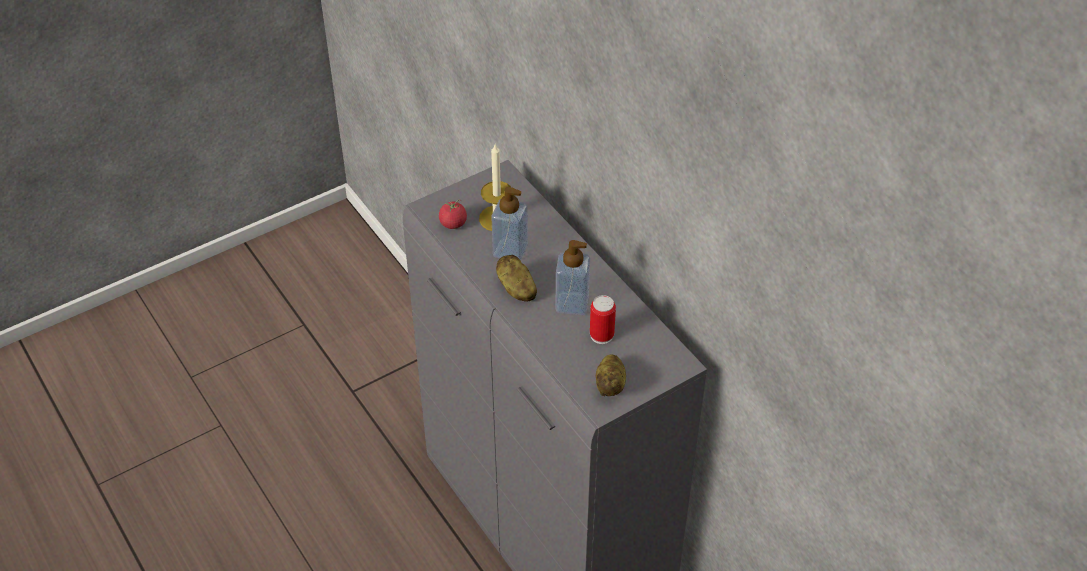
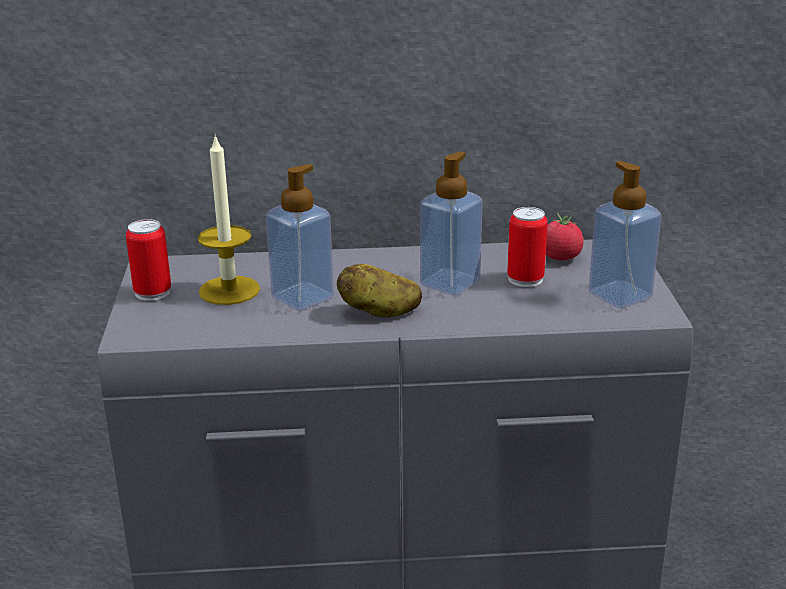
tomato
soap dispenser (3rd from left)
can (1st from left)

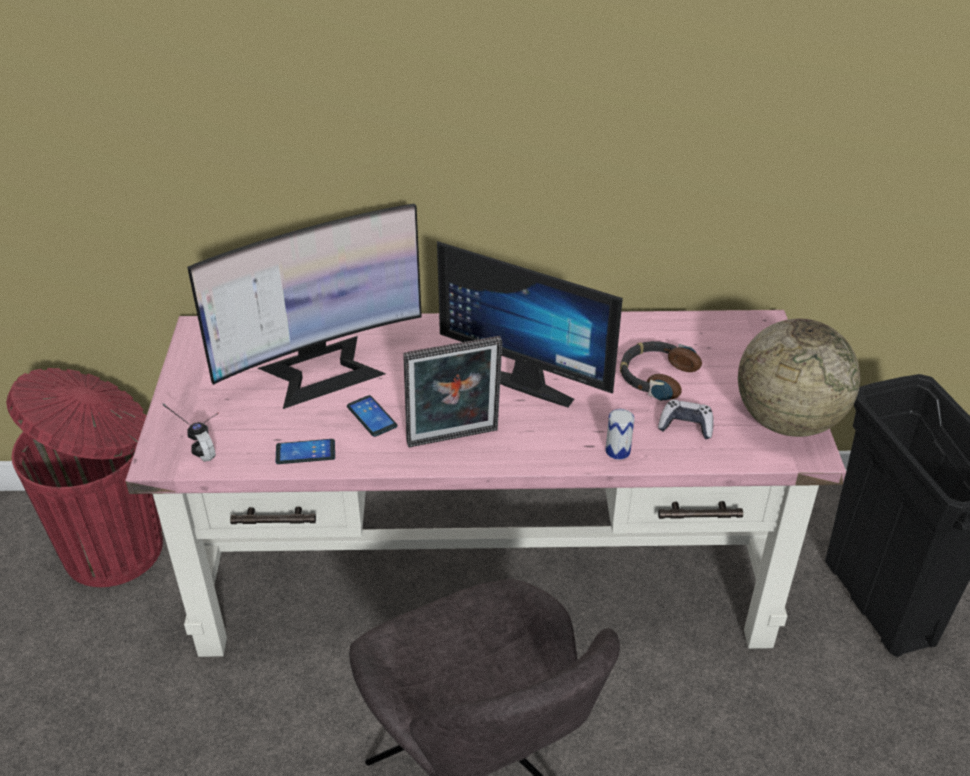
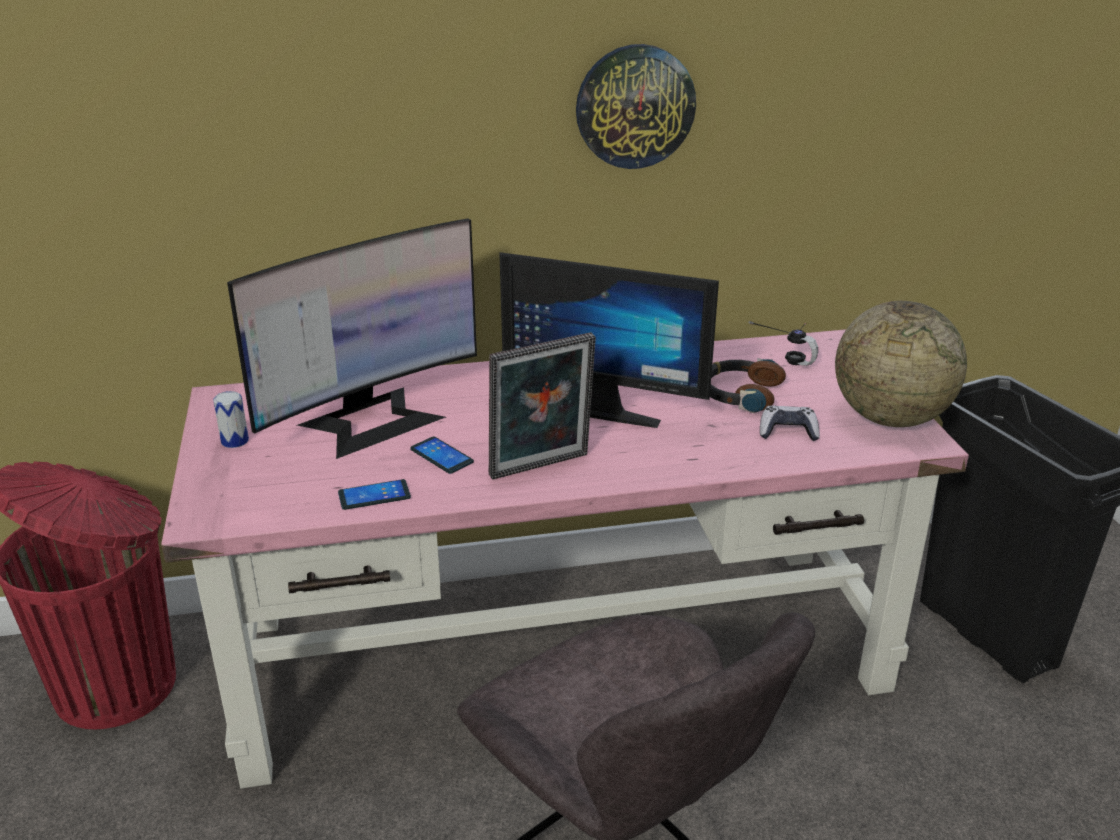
headphones (2nd from left)
can
wall clock

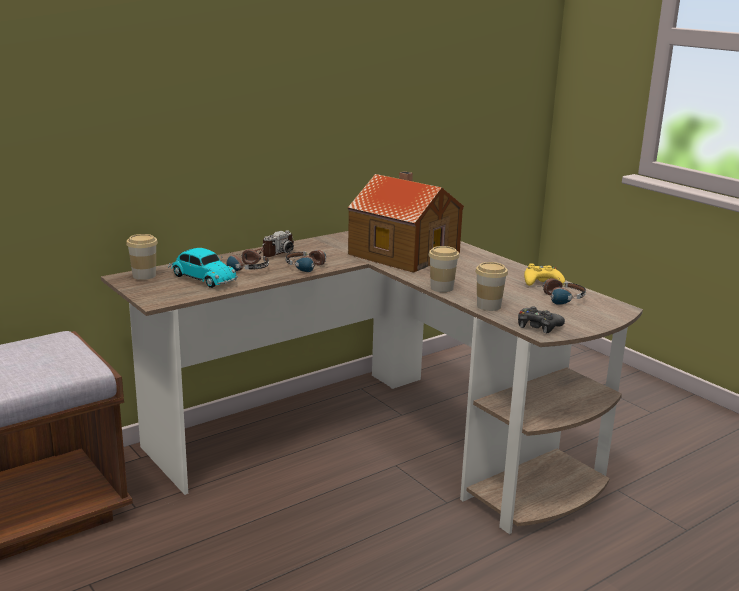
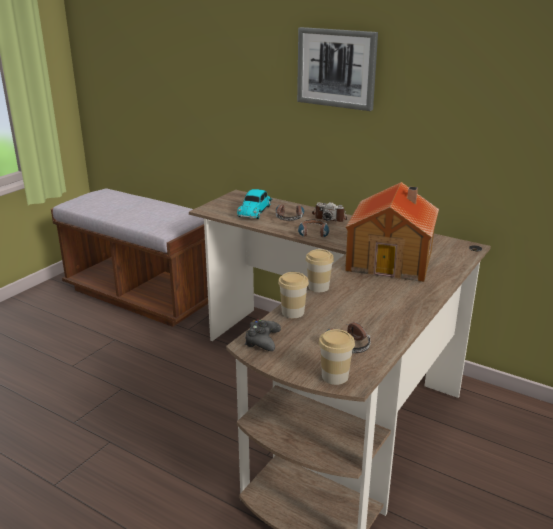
cup (3rd from left)
game controller (yellow)
picture

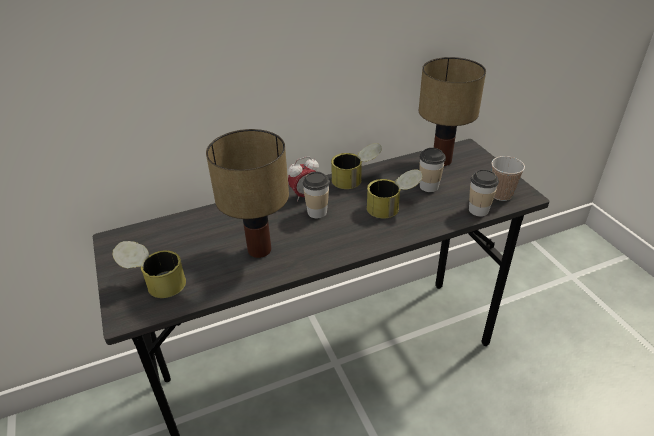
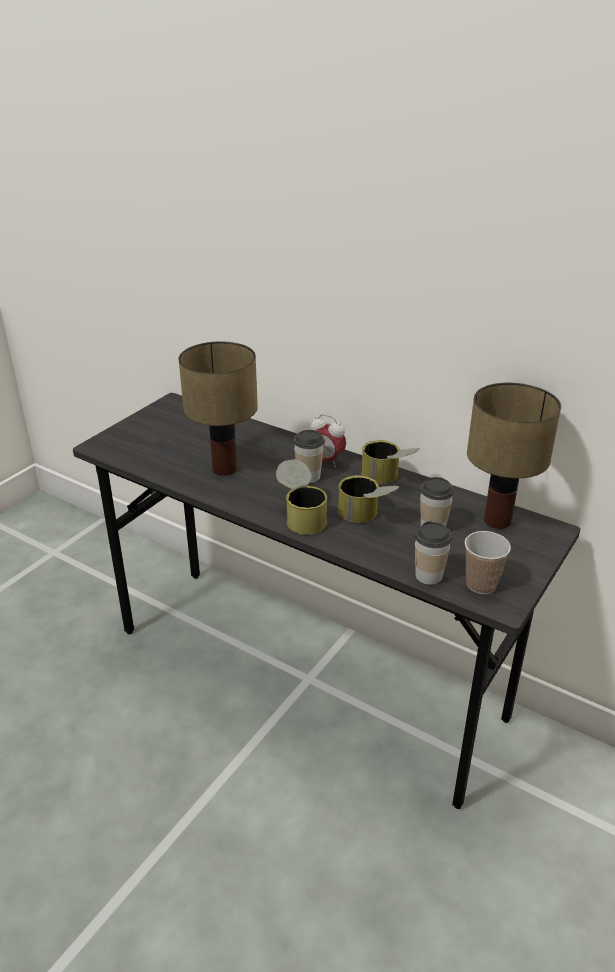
can (1st from left)

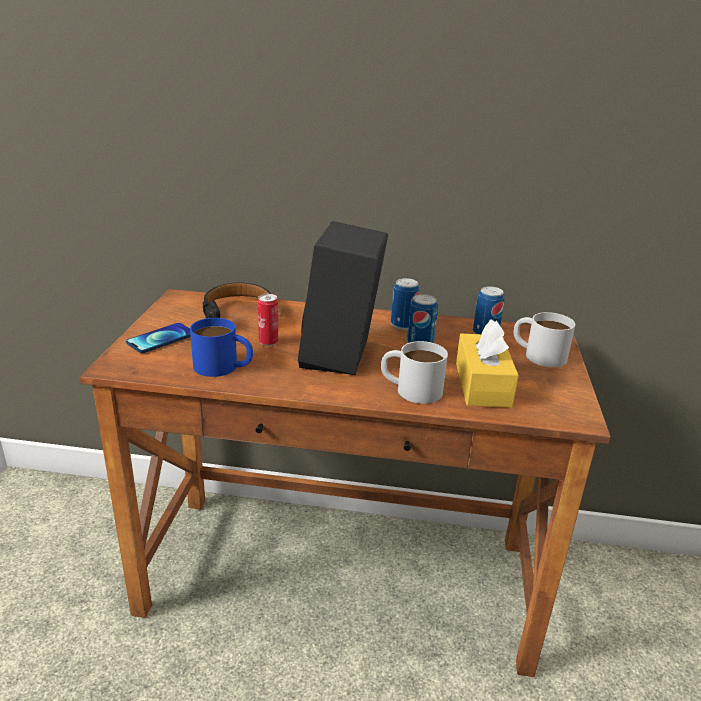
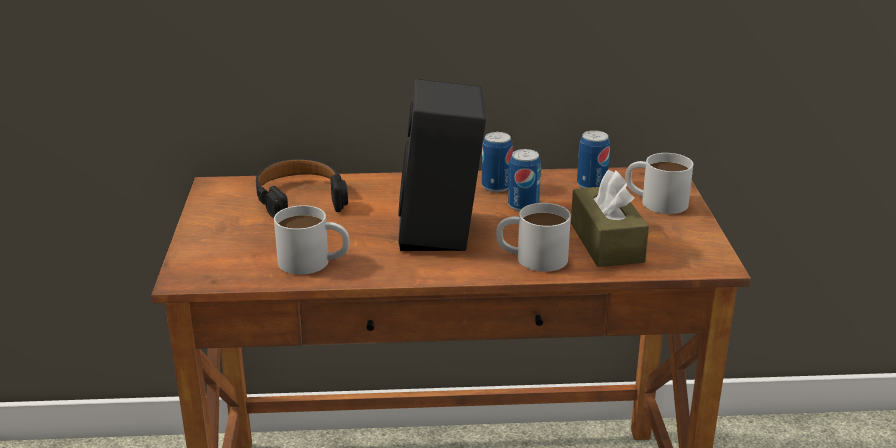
can (1st from left in the first image)
mug (white) (1st from left)
tissue box (brown)
phone

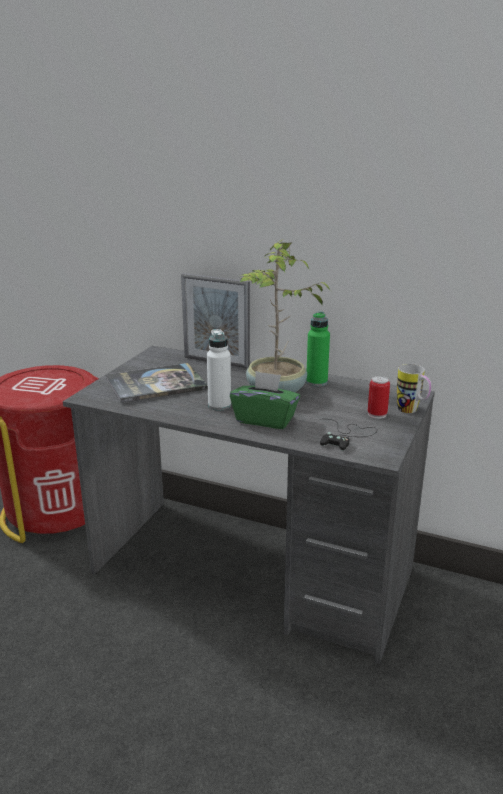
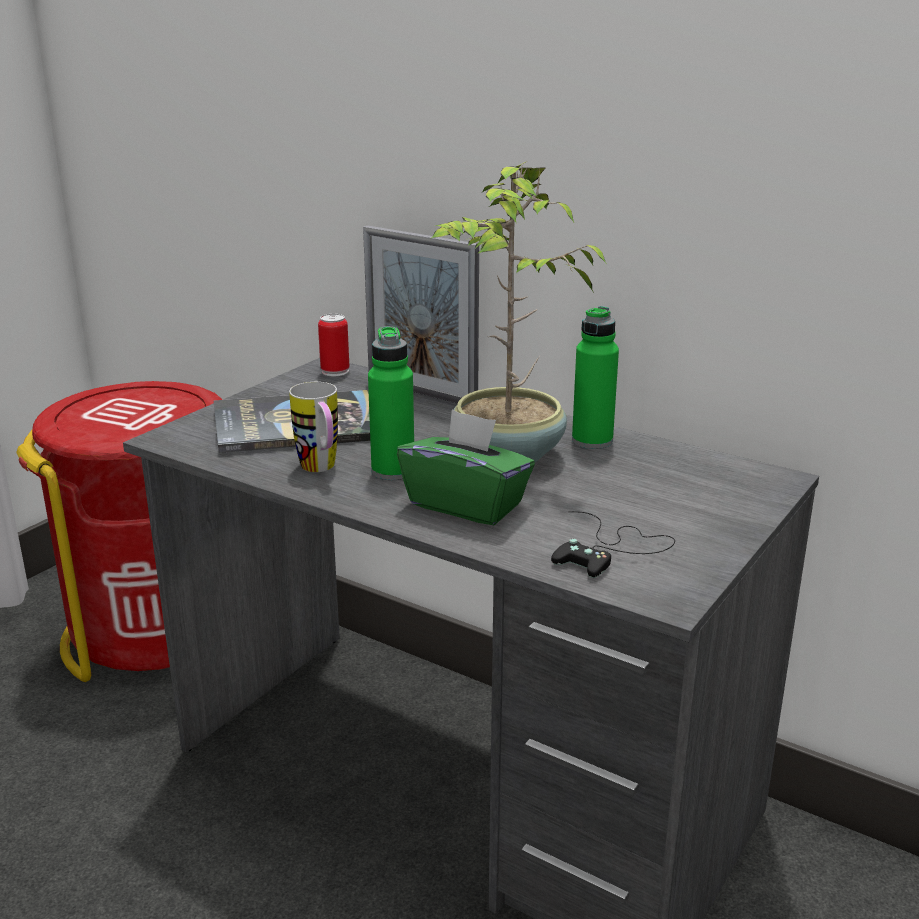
bottle (green) (1st from left)
mug
can

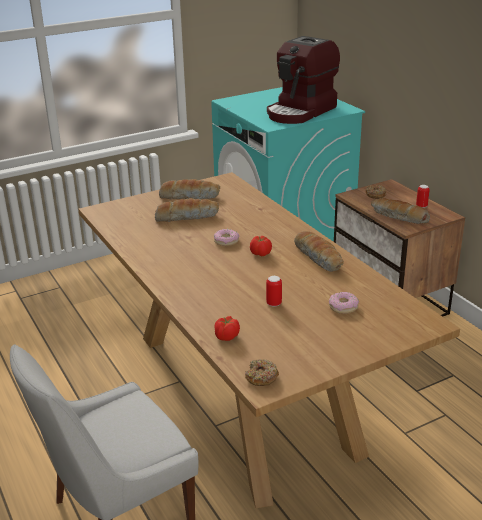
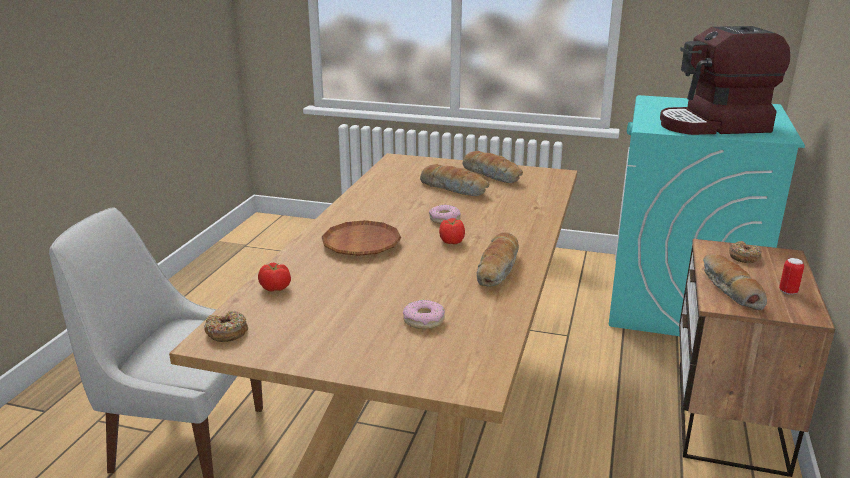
can (1st from left in the first image)
plate (brown)

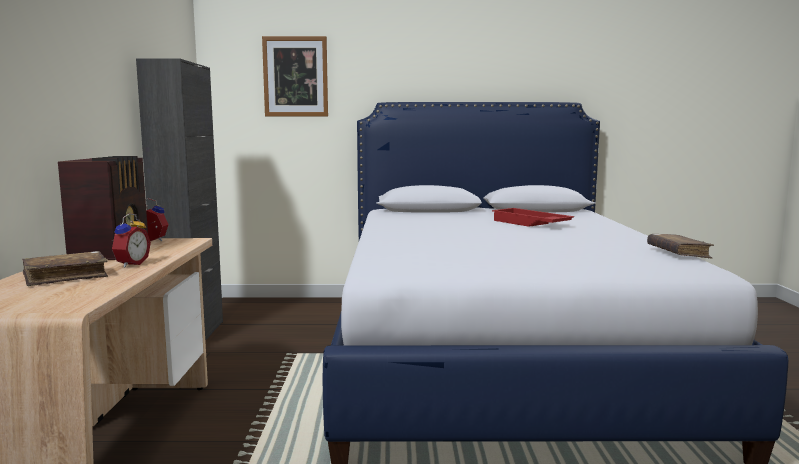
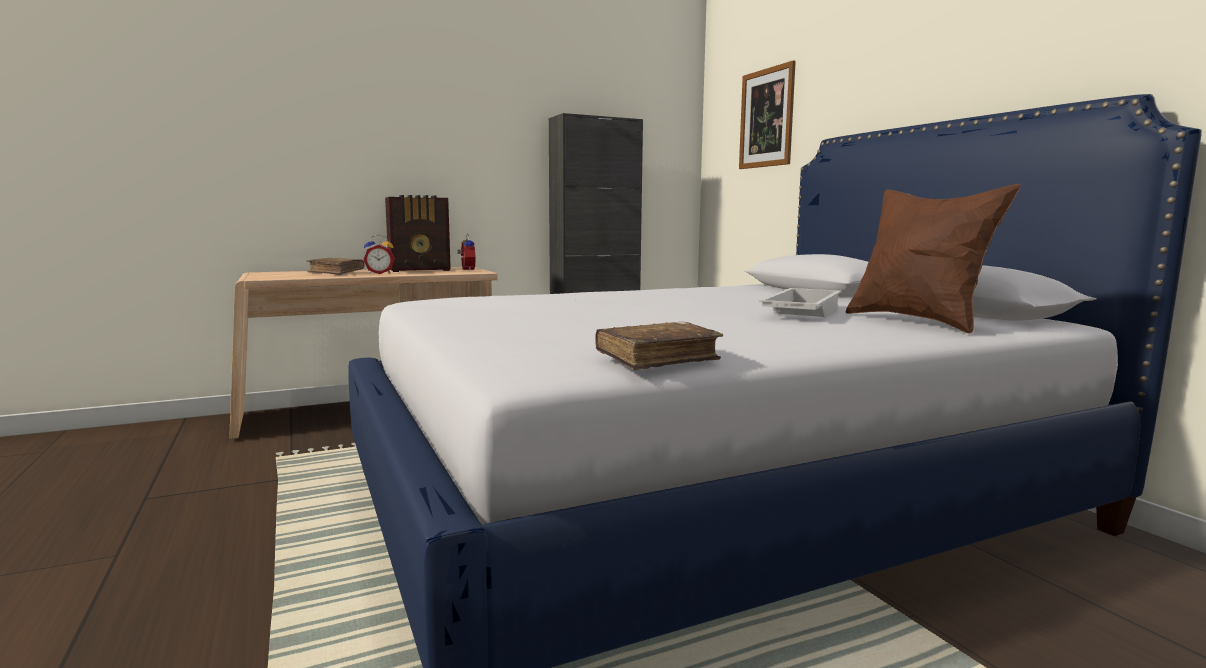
tray (white)
pillow (brown)

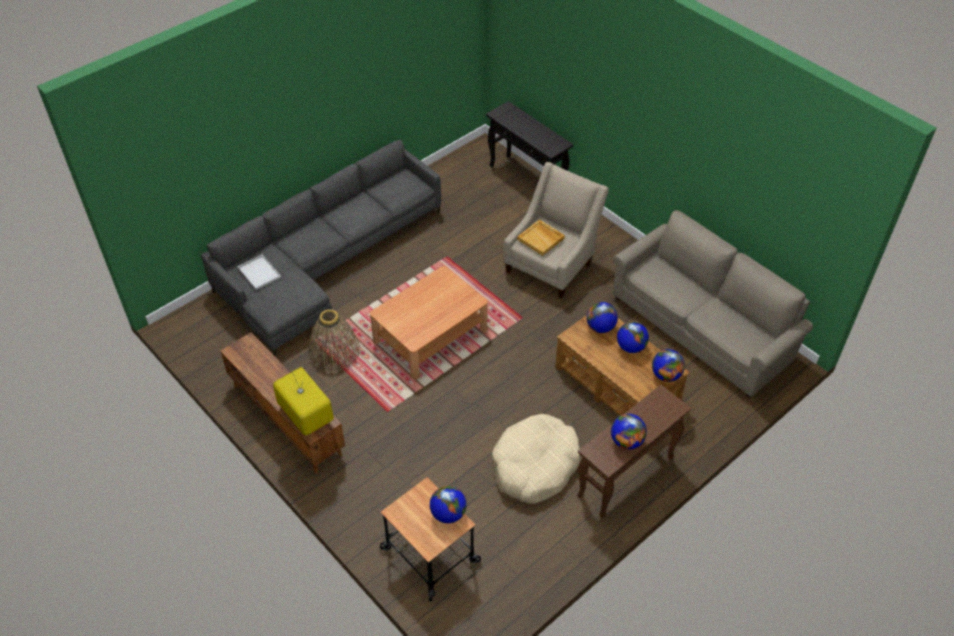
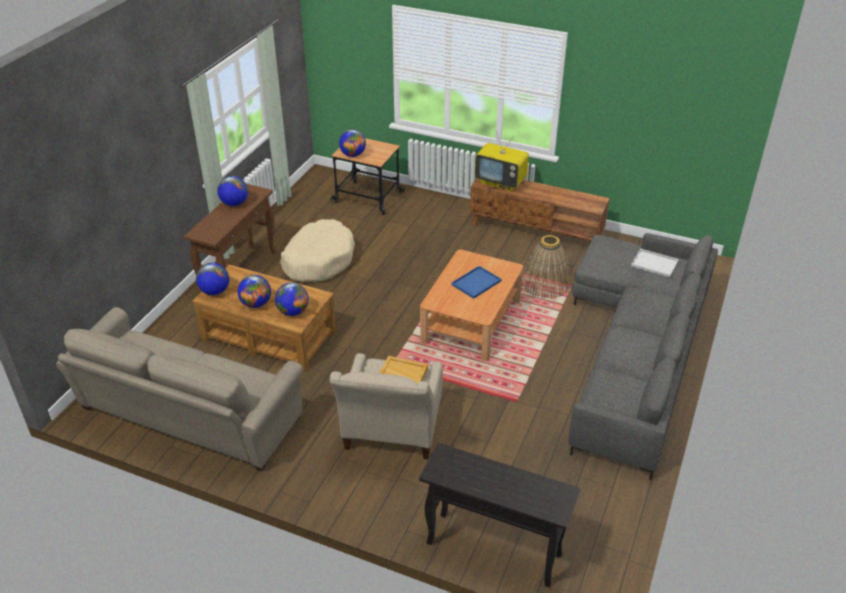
tray (blue)

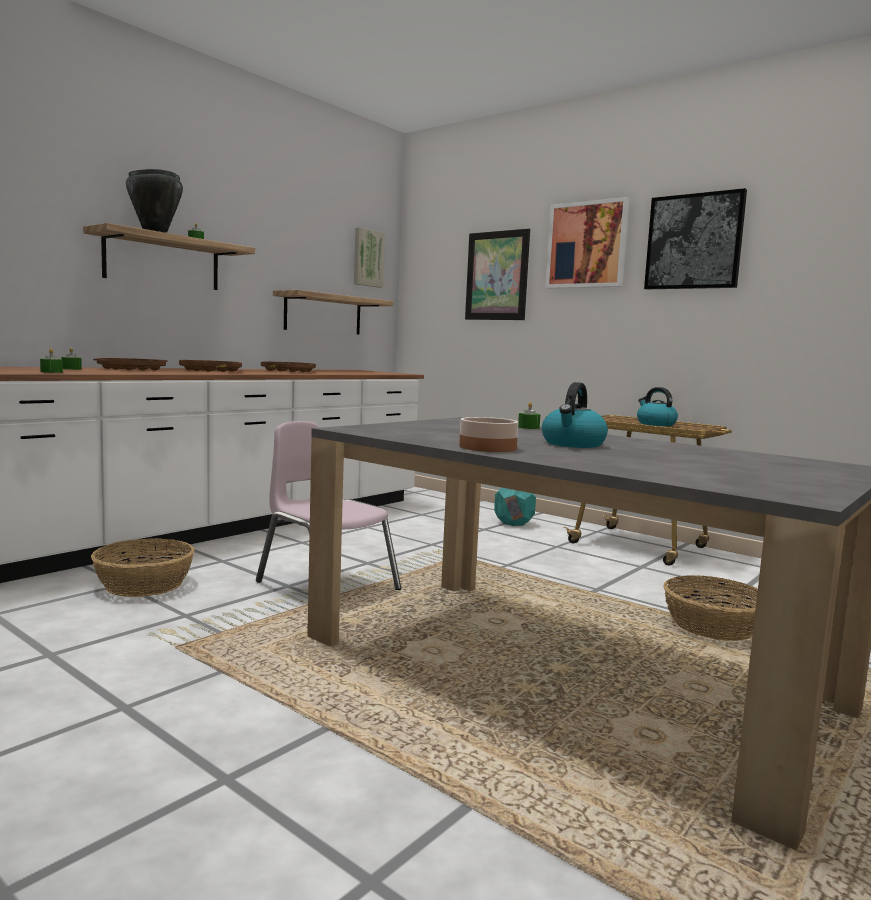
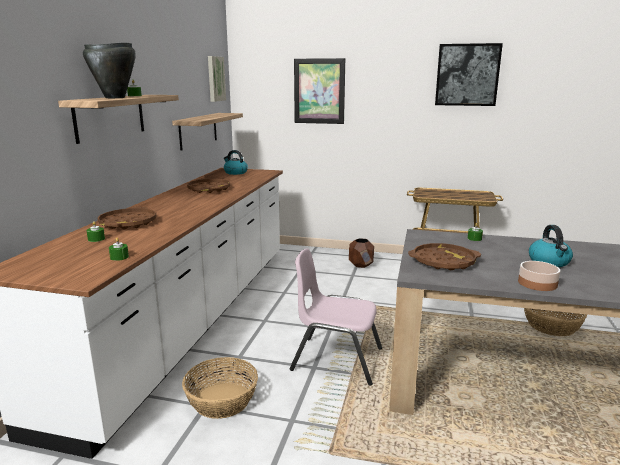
picture (3rd from left in the first image)
tray (brown) (3rd from left)
kettle (1st from left)
planter (brown)

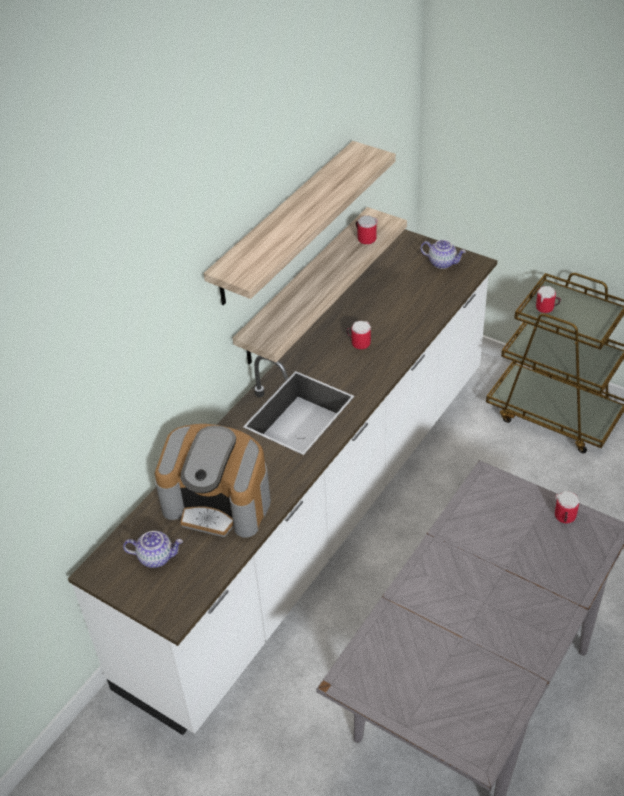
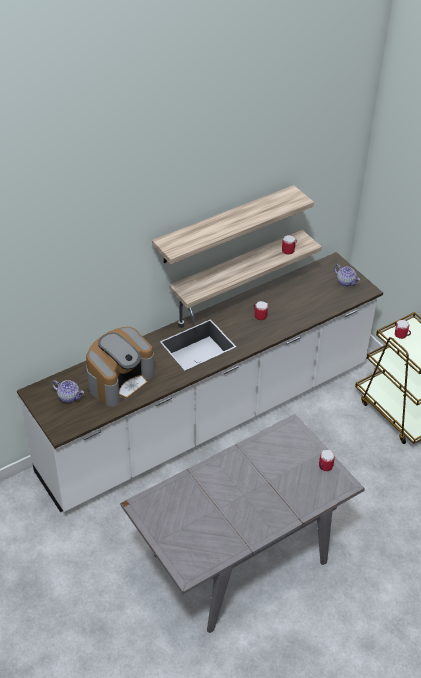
coffee machine

